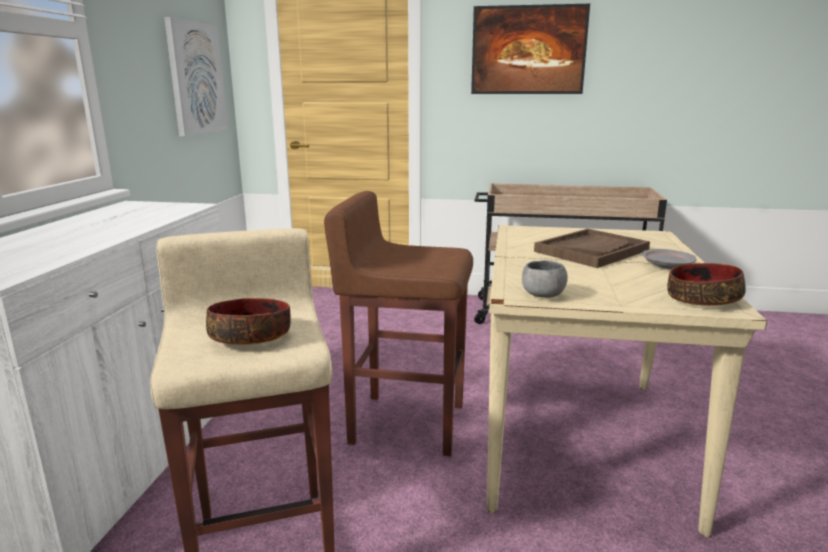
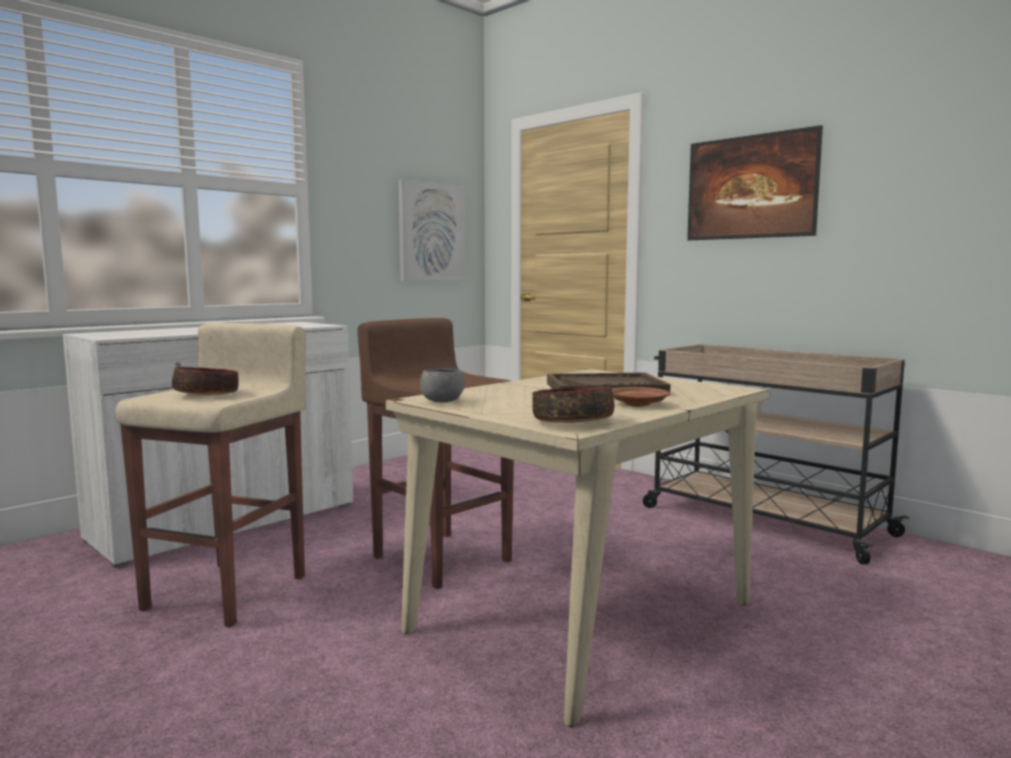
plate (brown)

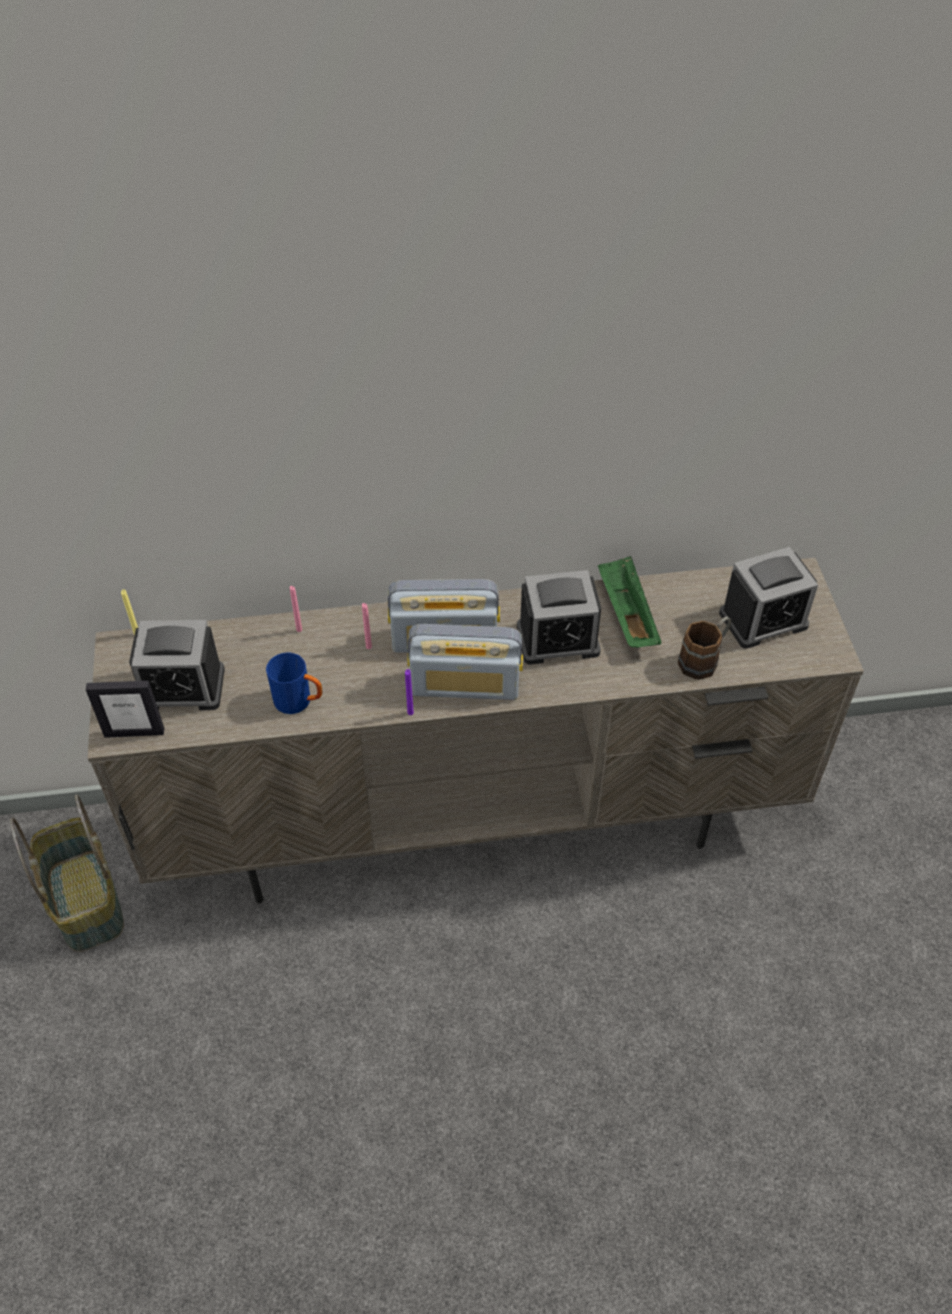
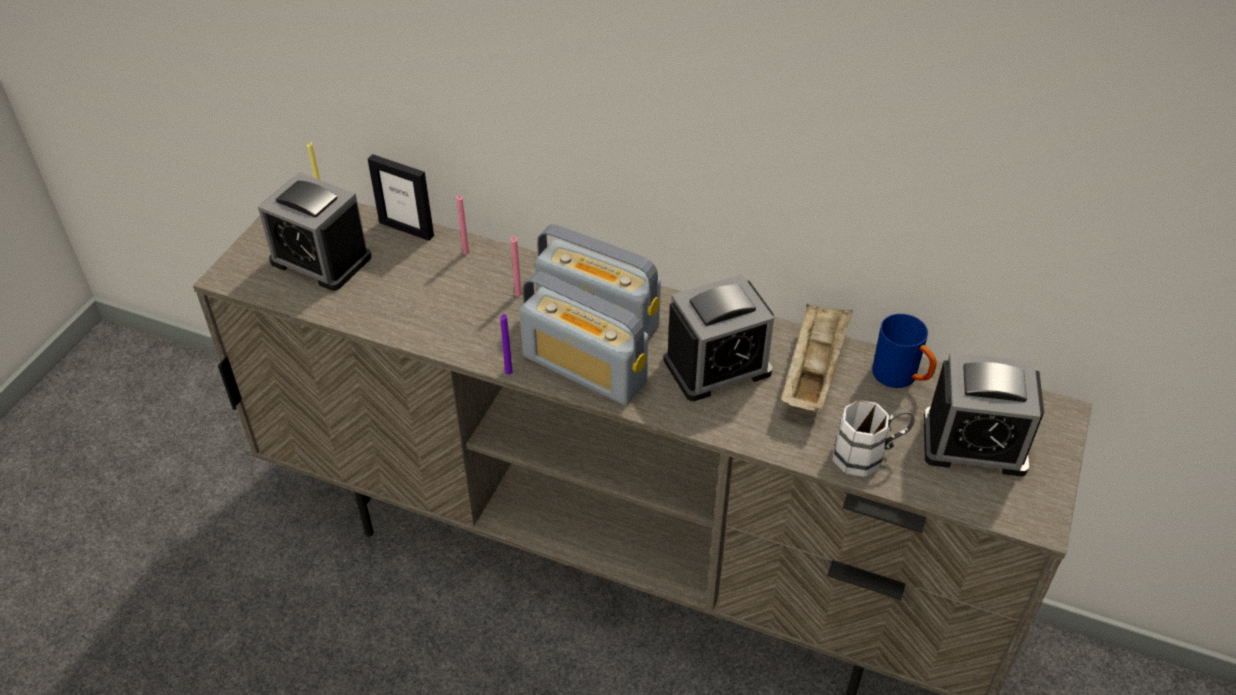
tray (beige)
alarm clock (2nd from left)
mug (white)
mug (blue)
picture frame
basket

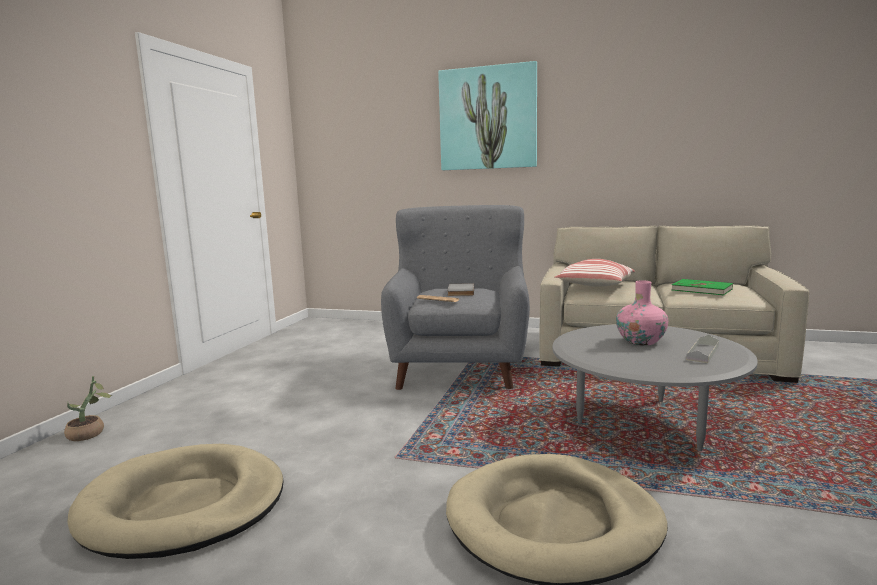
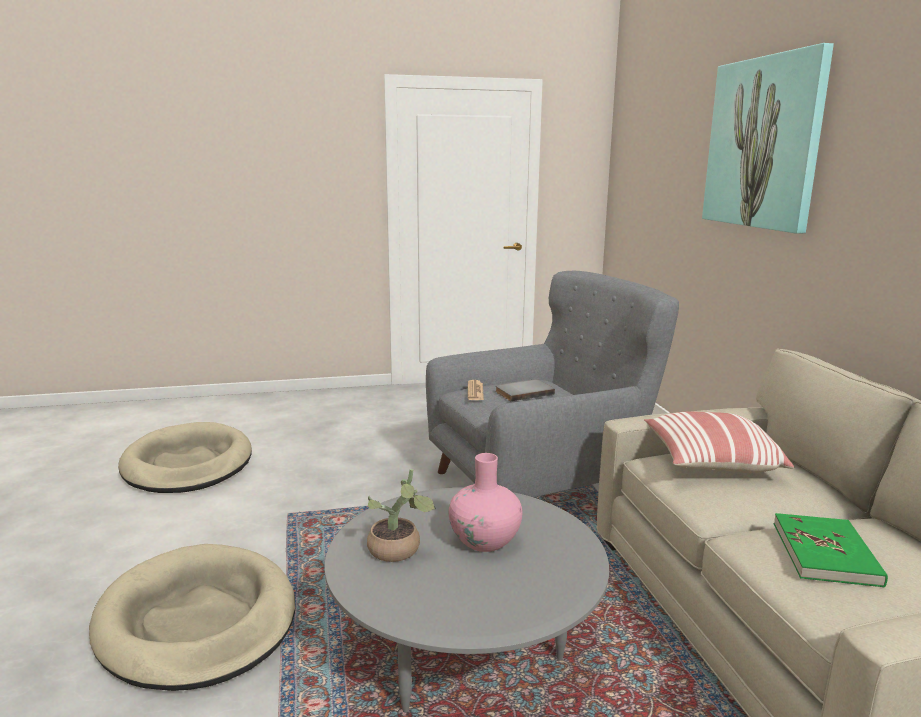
tray (grey)
potted plant

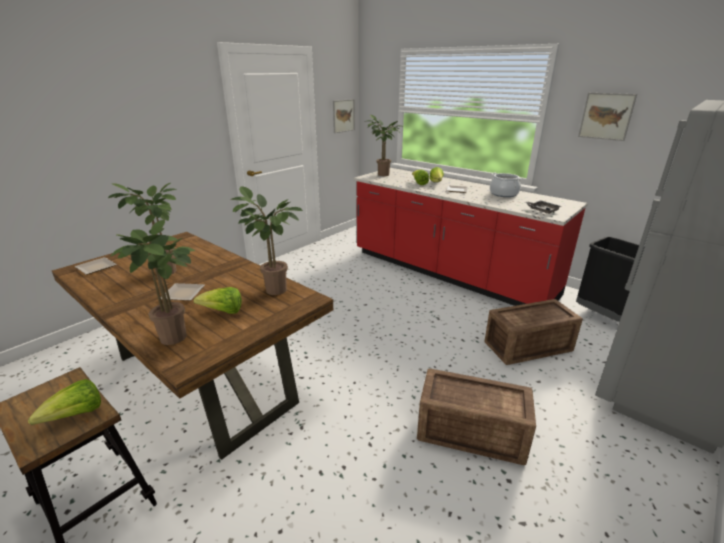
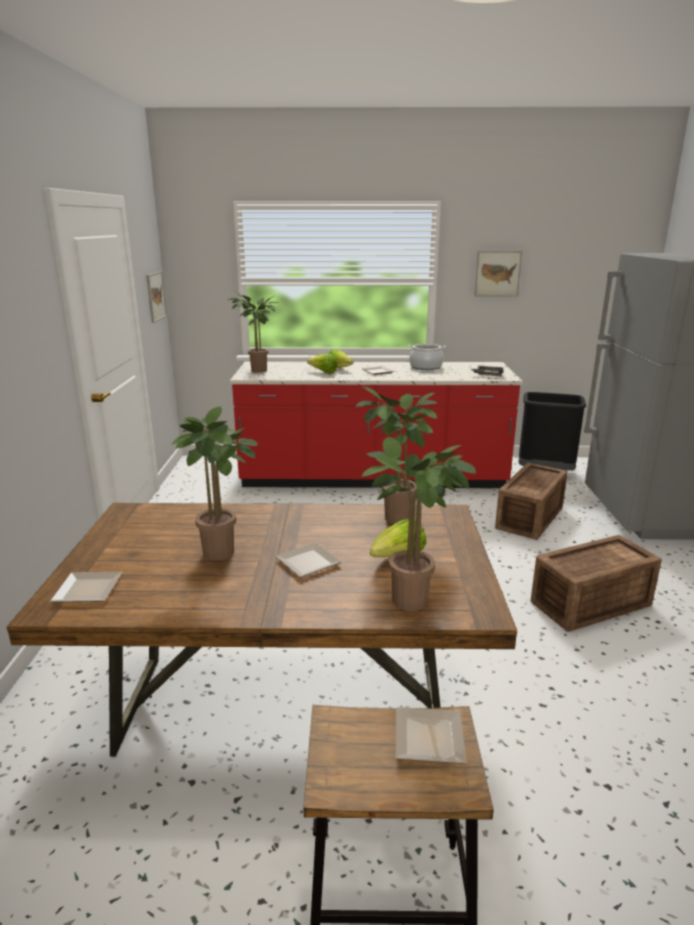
plate (4th from left)

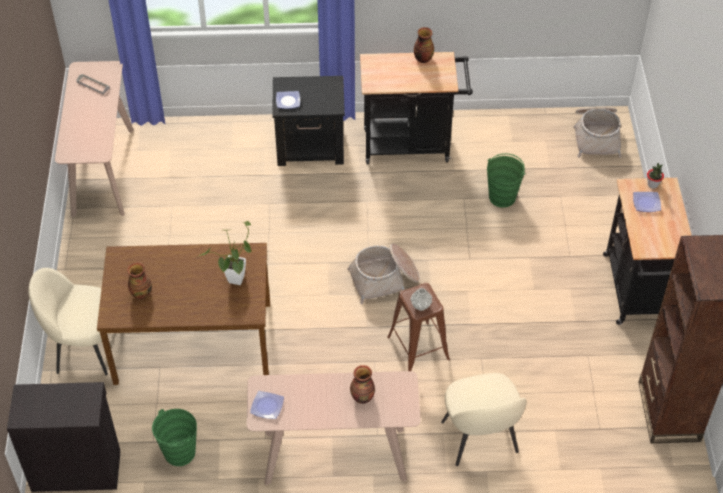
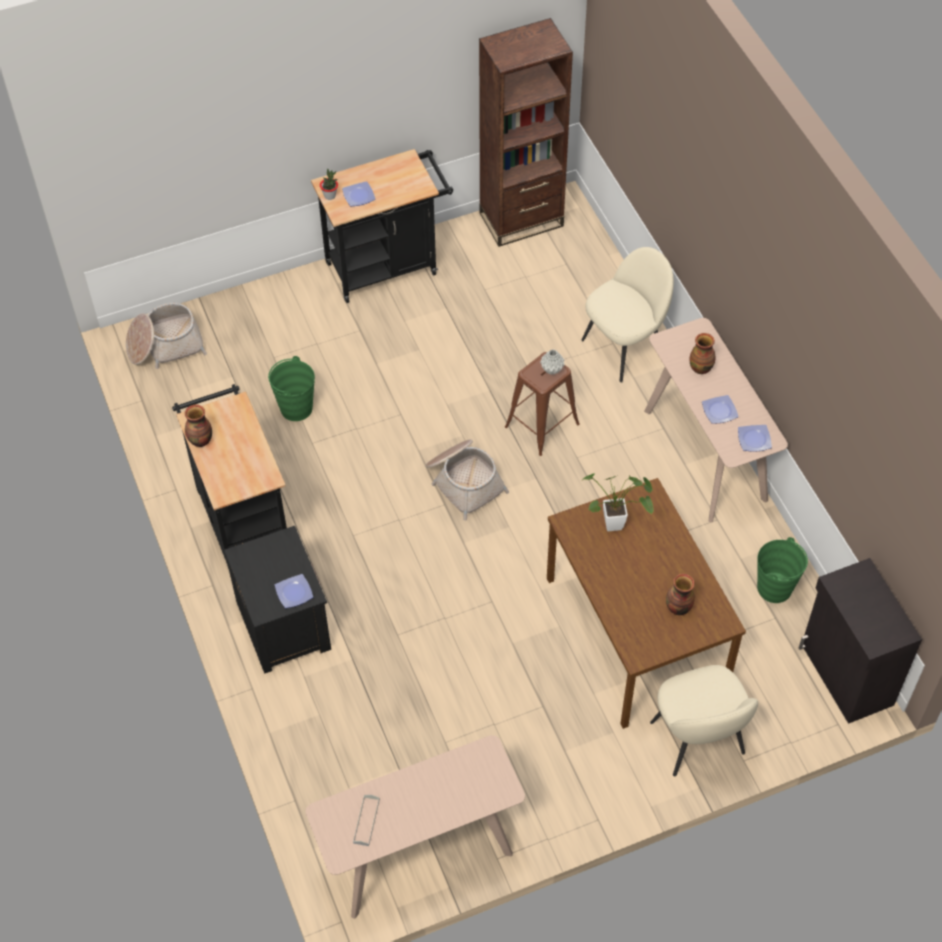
plate (3rd from left)

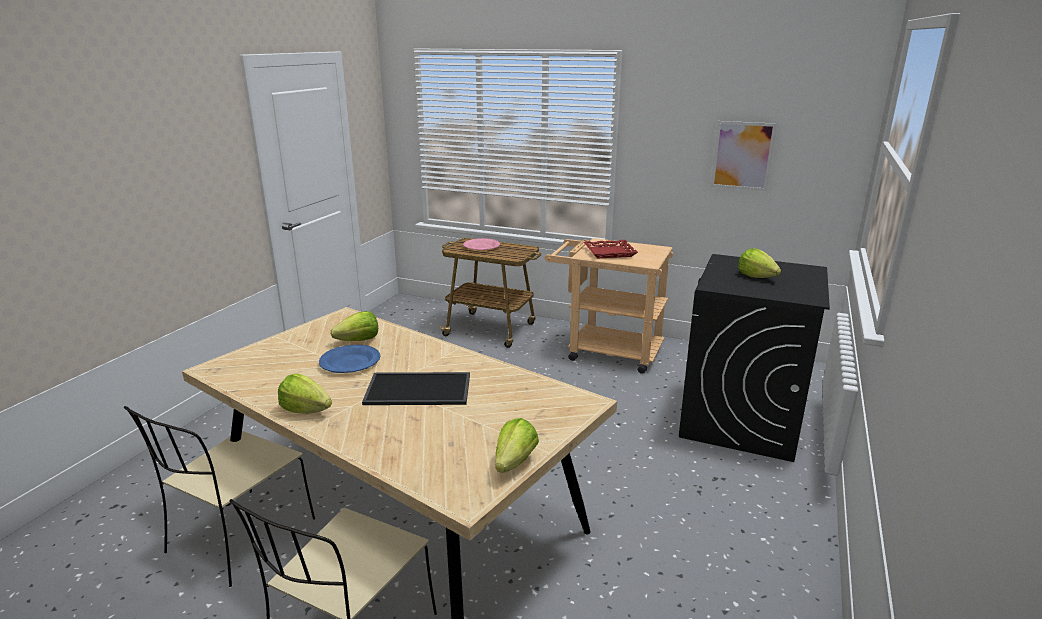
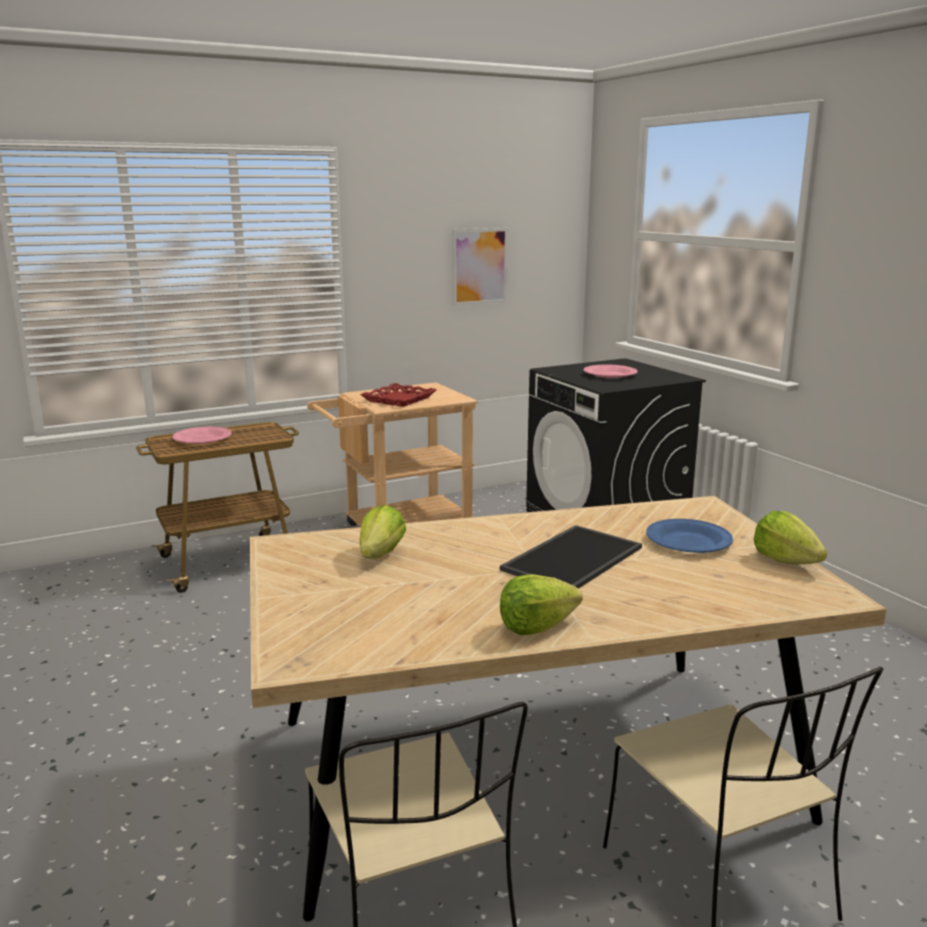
plate (pink) (2nd from left)
plate (blue)

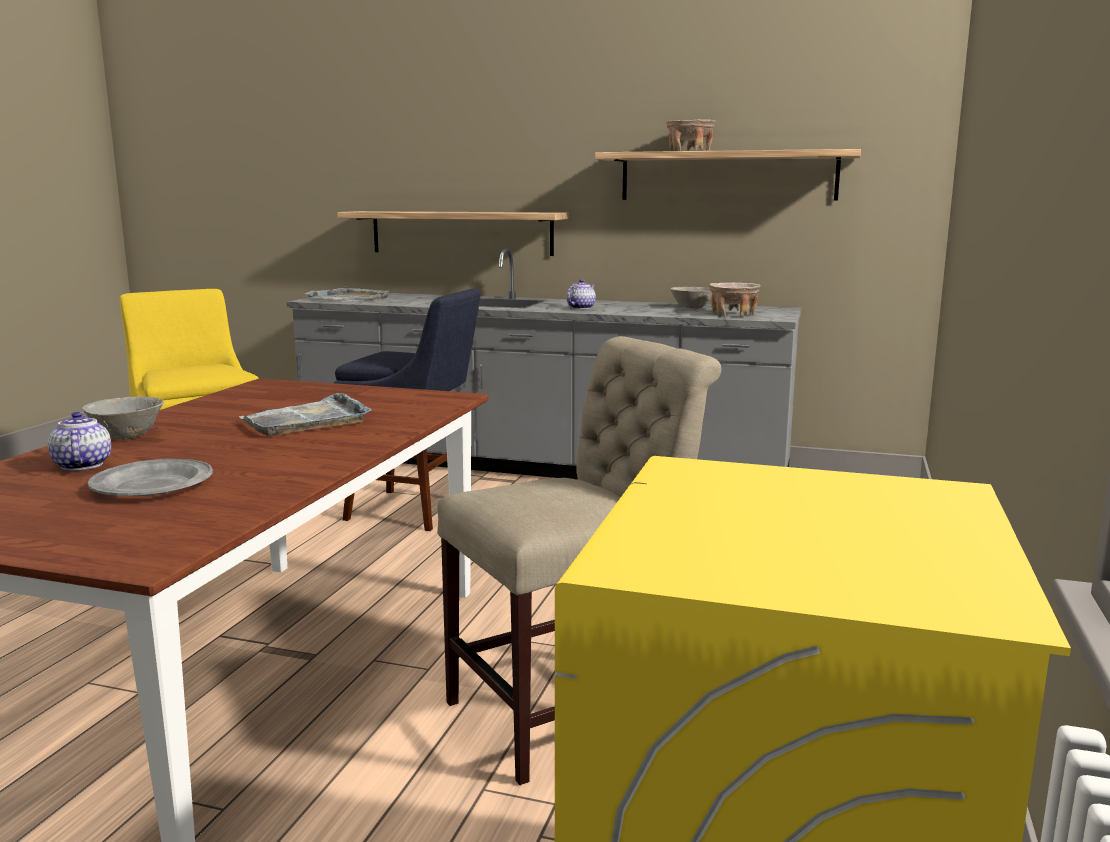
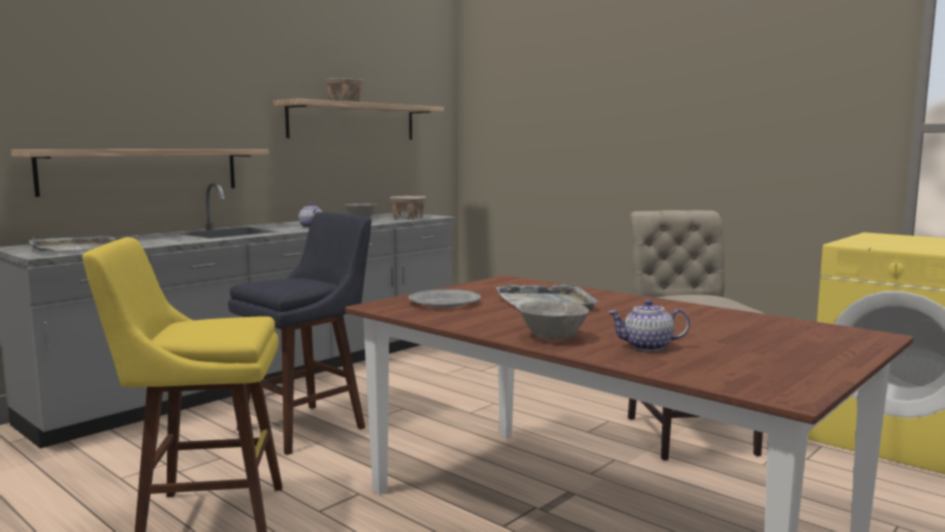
plate (grey)

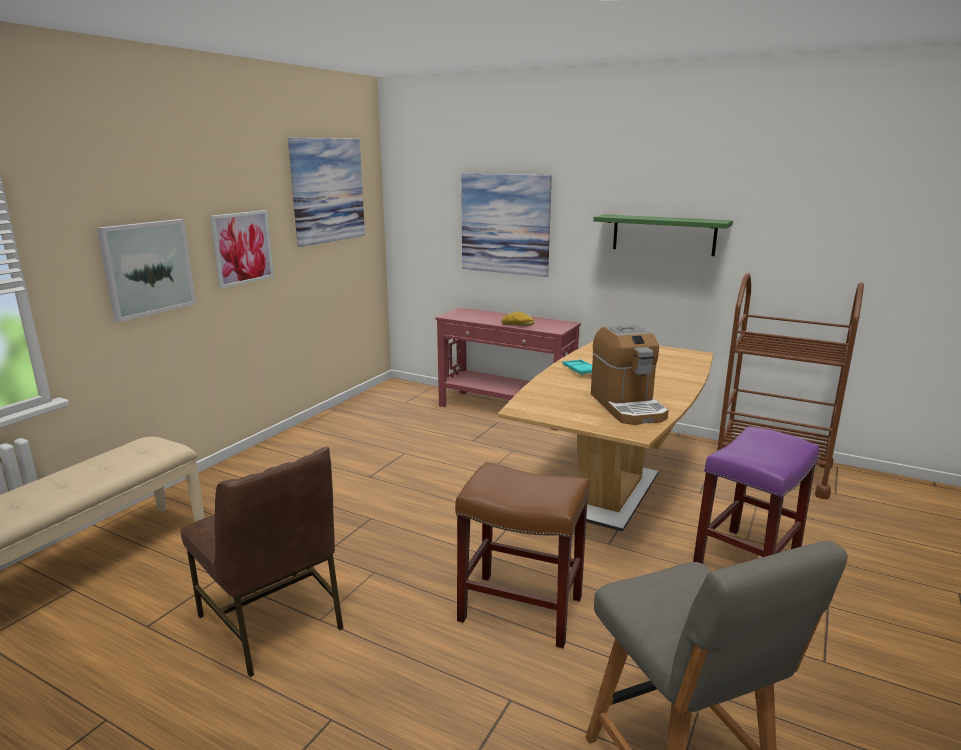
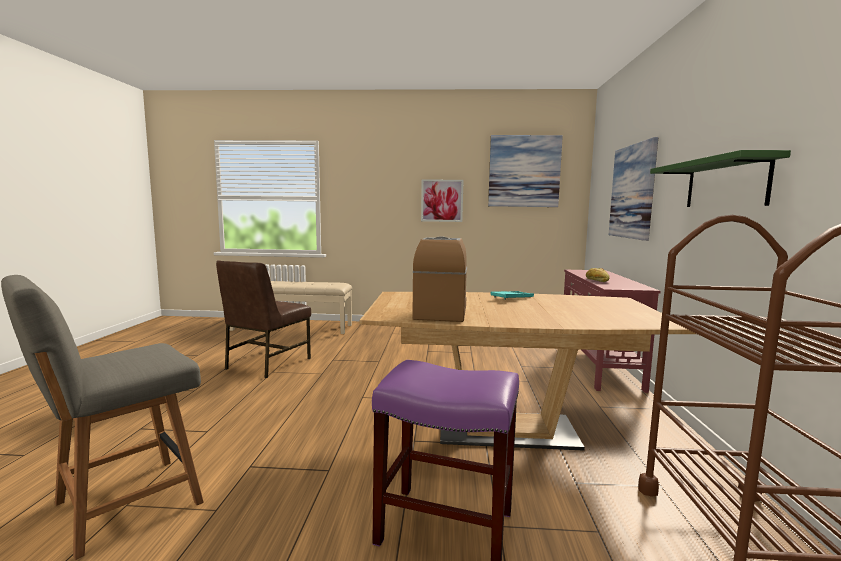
picture (1st from left in the first image)
coffee machine
stool (brown)

